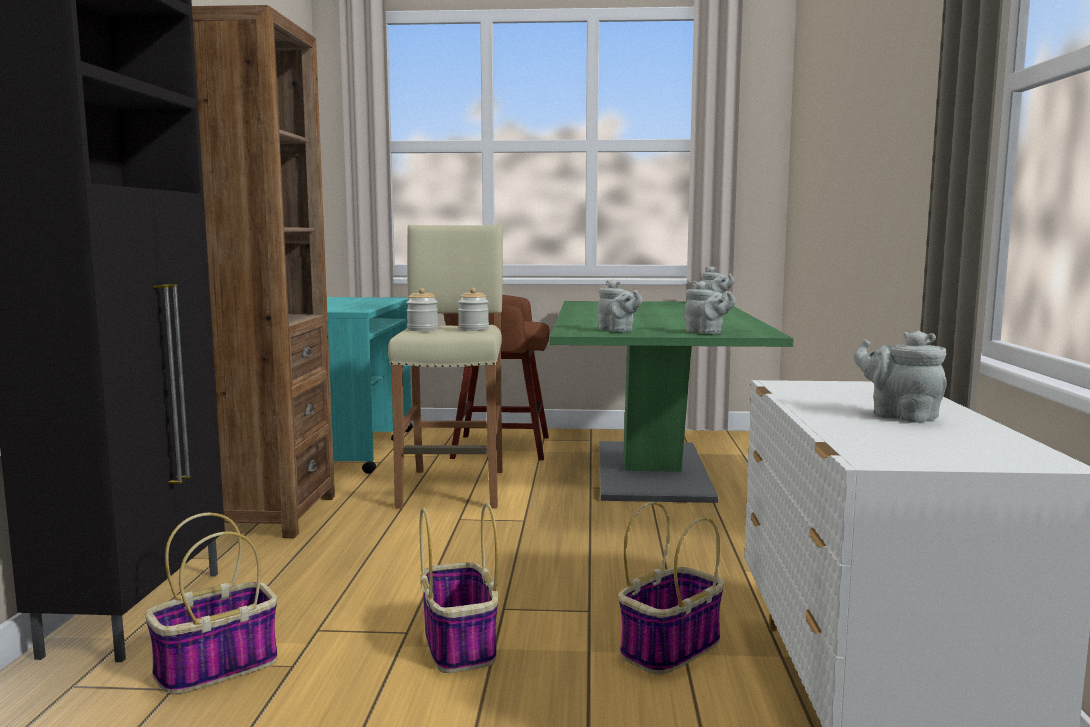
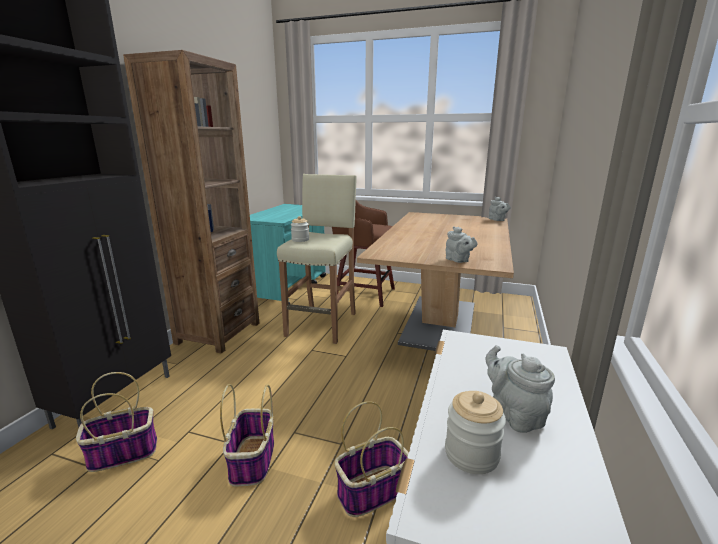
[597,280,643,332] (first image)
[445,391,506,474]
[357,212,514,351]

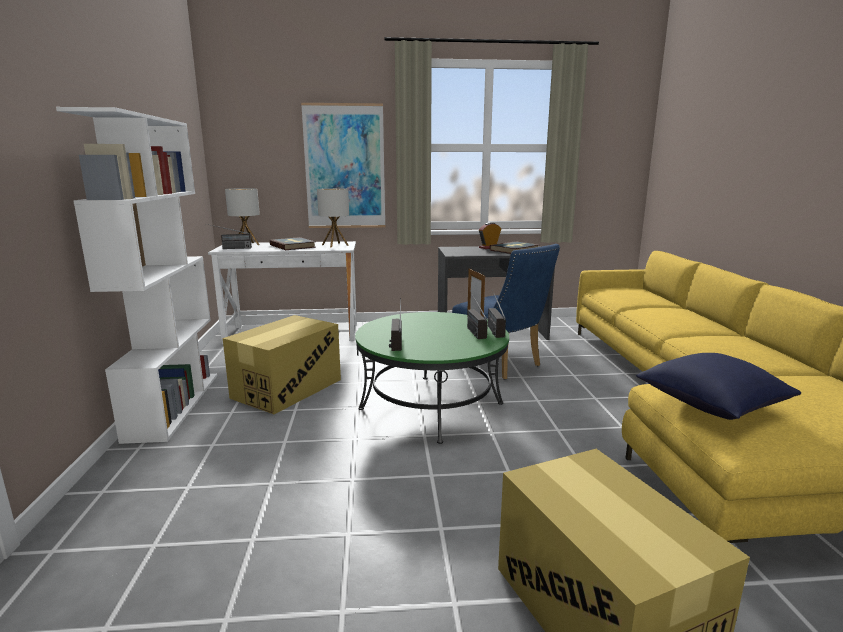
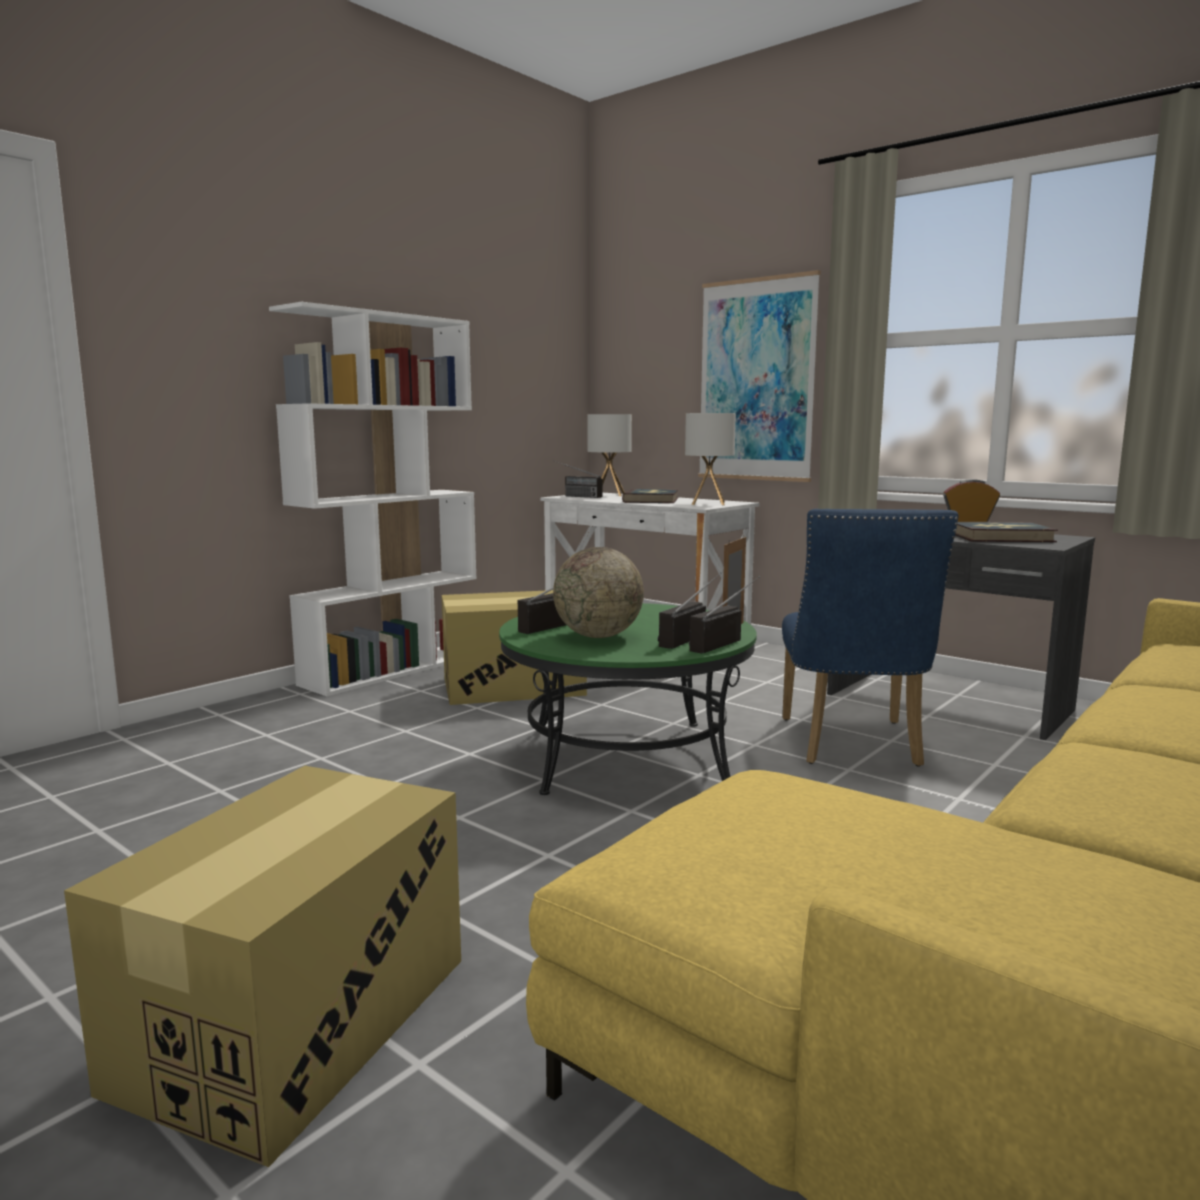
[636,353,801,420] (first image)
[553,547,644,638]

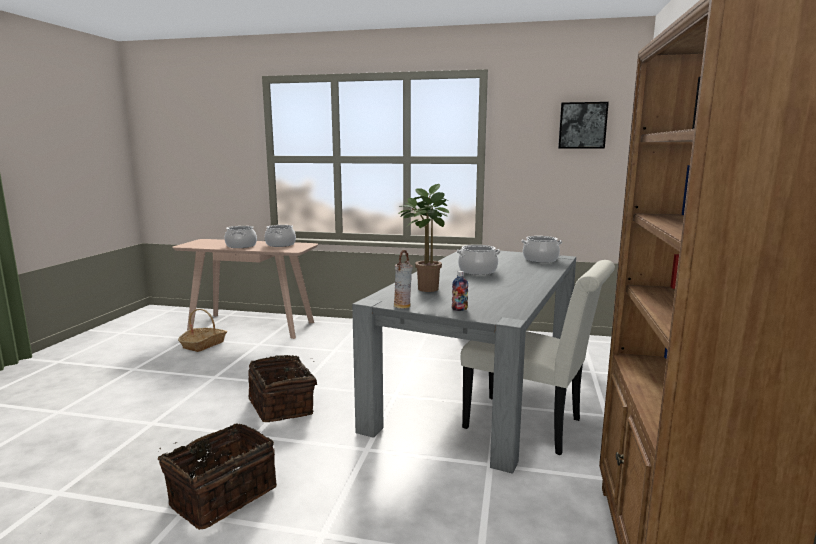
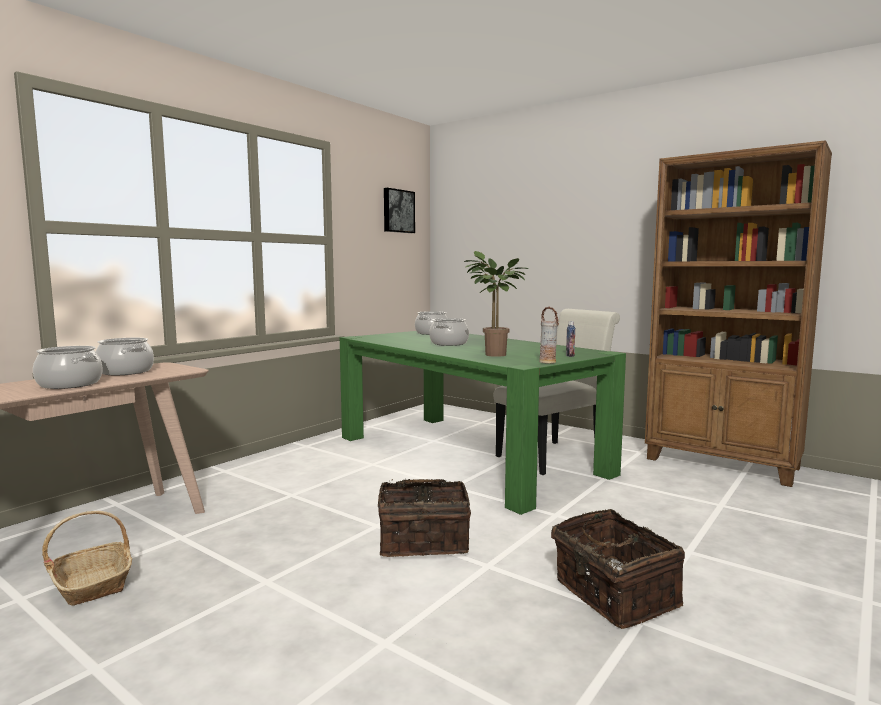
[340,331,626,515]

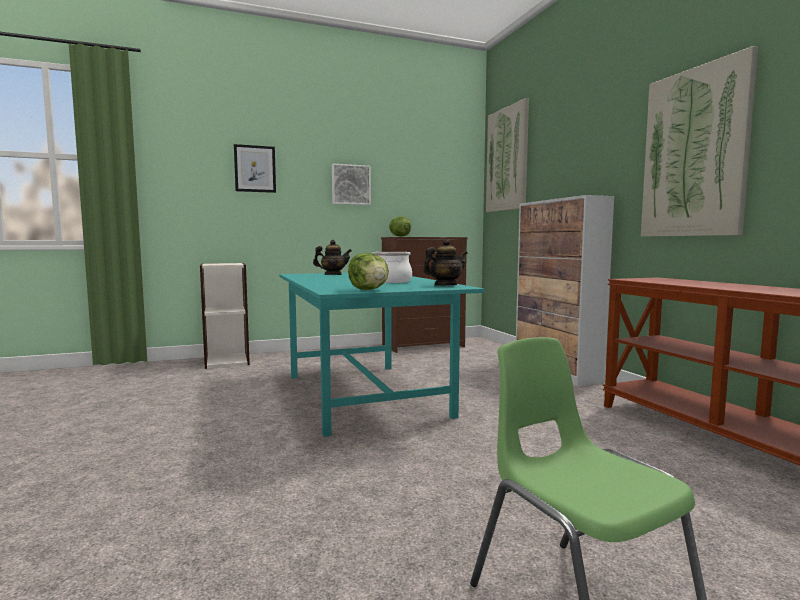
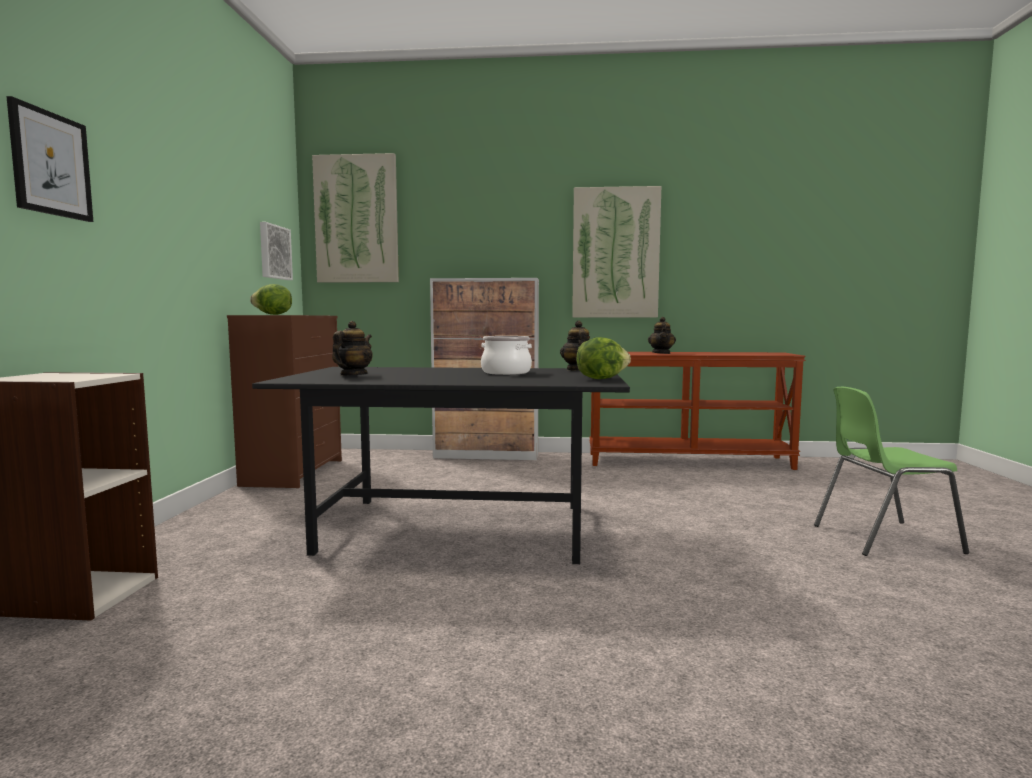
[260,222,293,280]
[252,367,630,564]
[648,317,676,354]

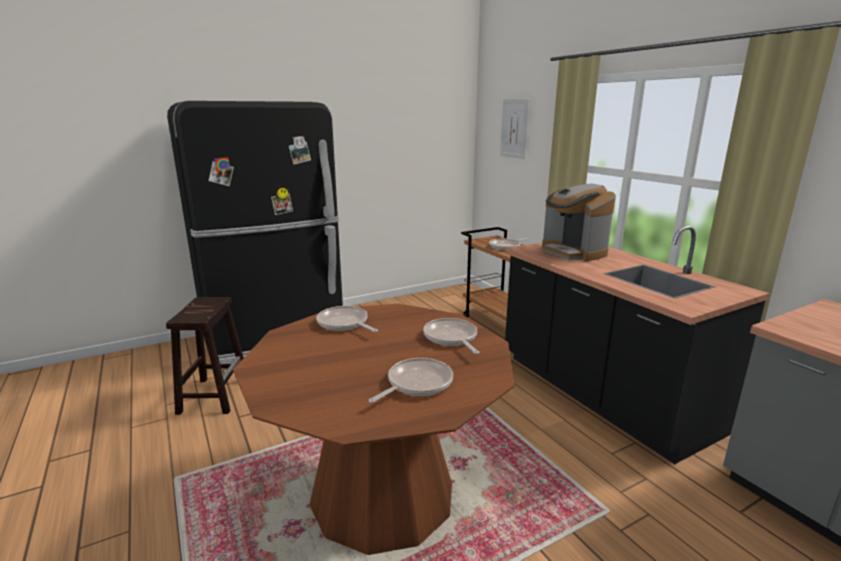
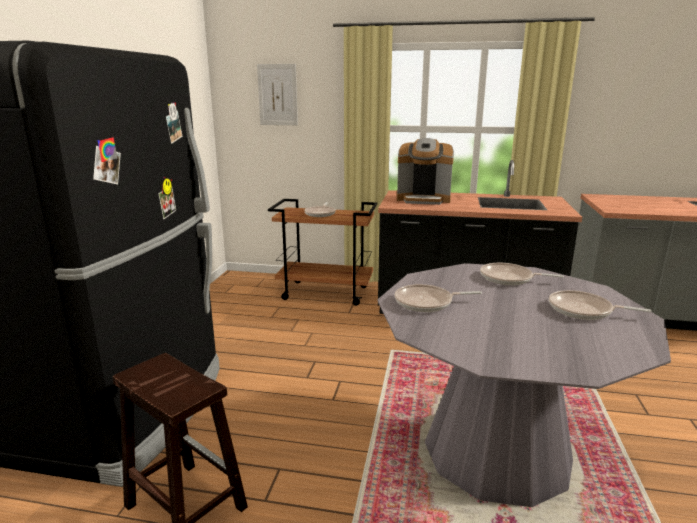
[377,263,671,507]
[549,290,652,320]

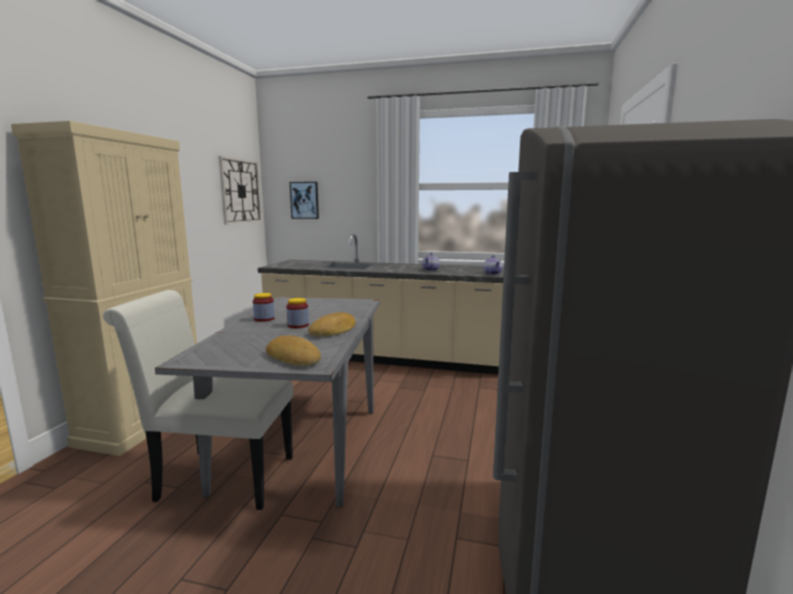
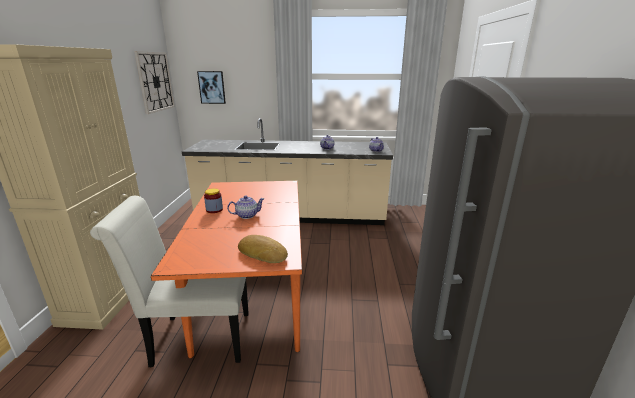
[151,181,302,358]
[227,195,264,219]
[308,312,356,337] (first image)

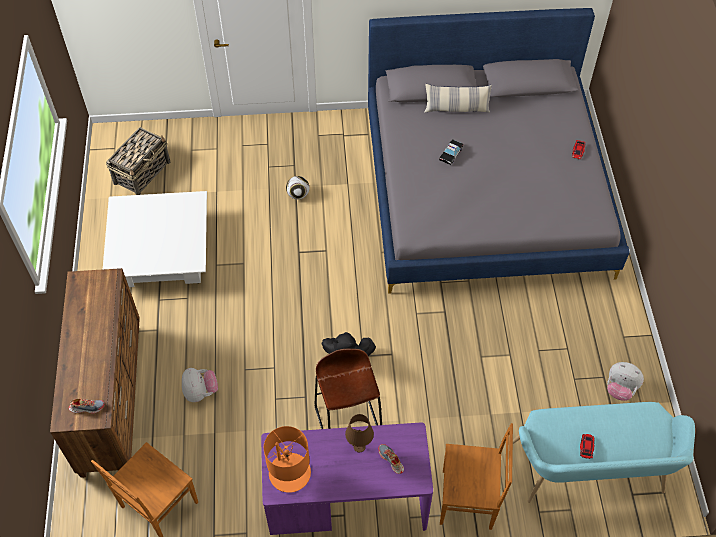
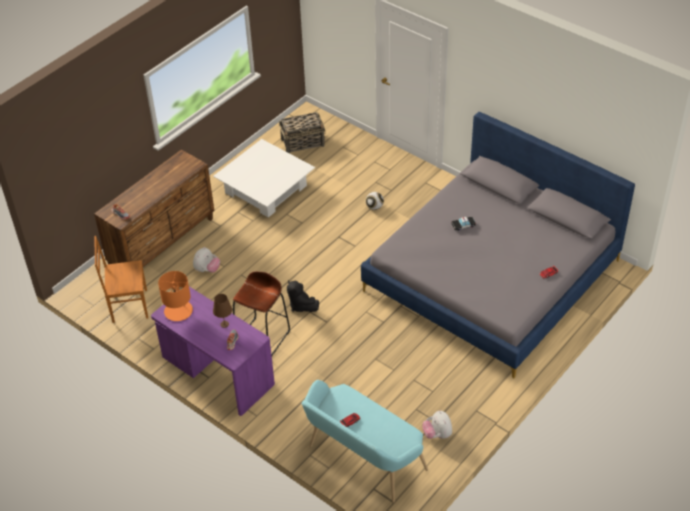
[425,84,492,113] (first image)
[440,423,513,530] (first image)

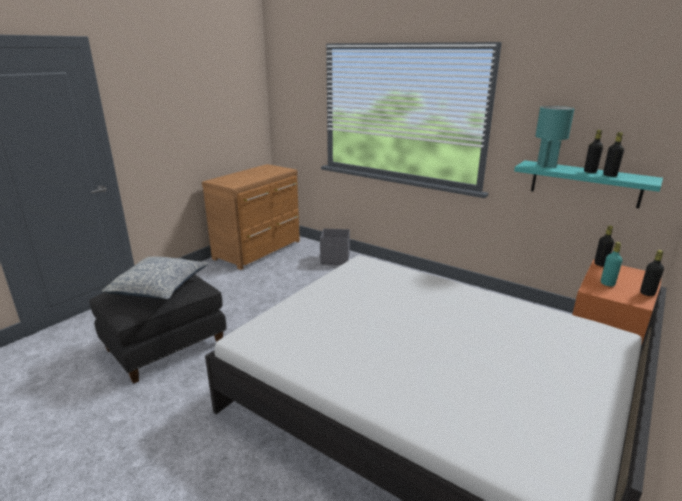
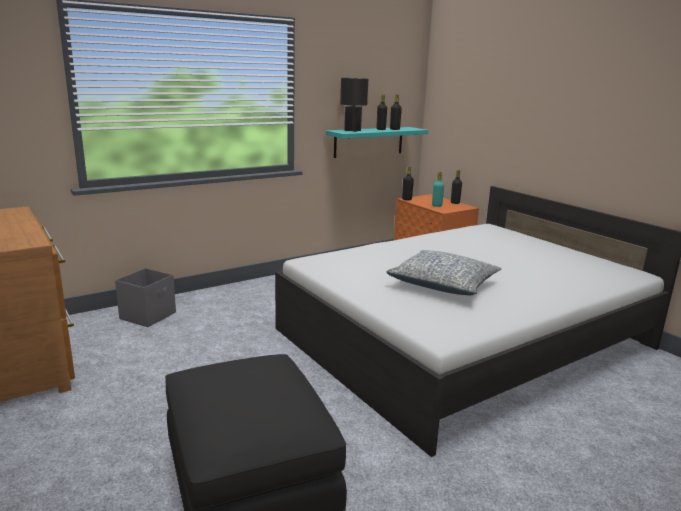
[340,78,368,132]
[386,250,502,295]

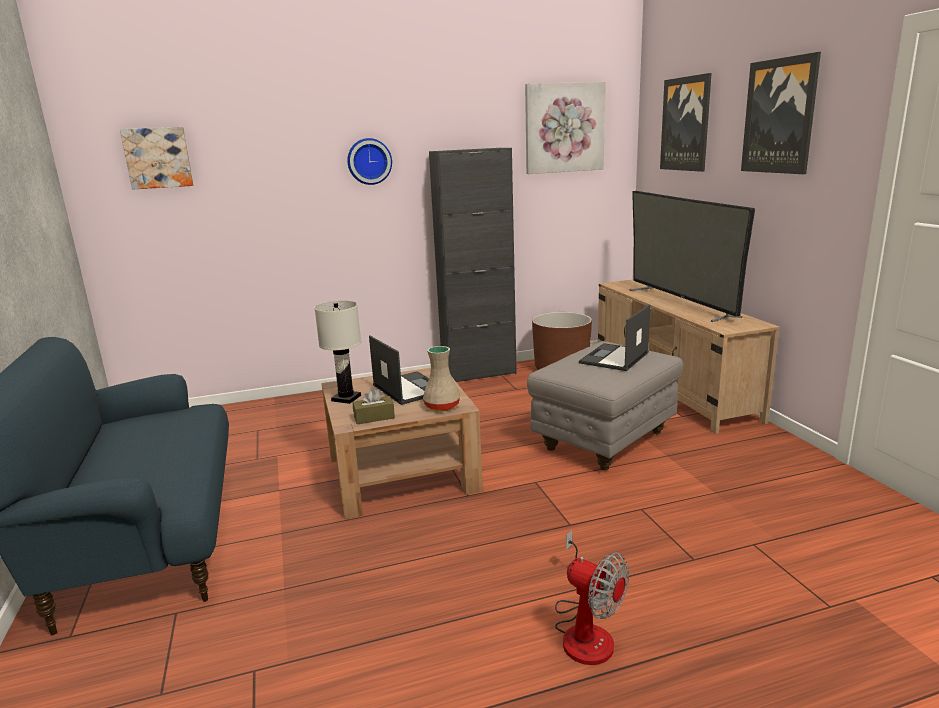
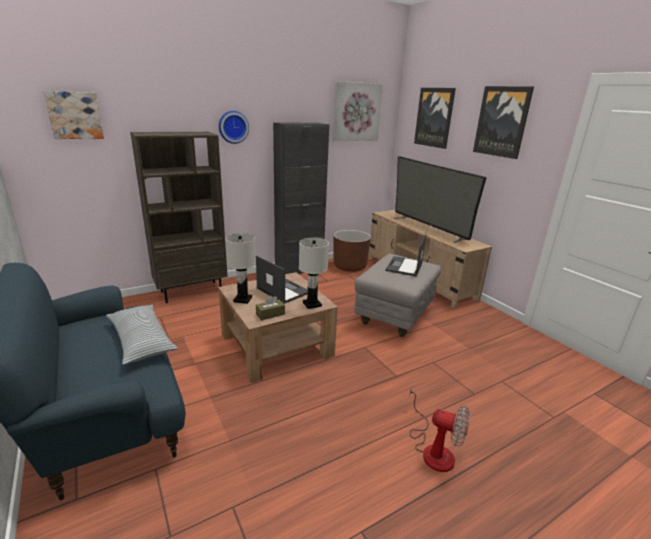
[299,238,329,309]
[130,132,228,303]
[106,305,178,365]

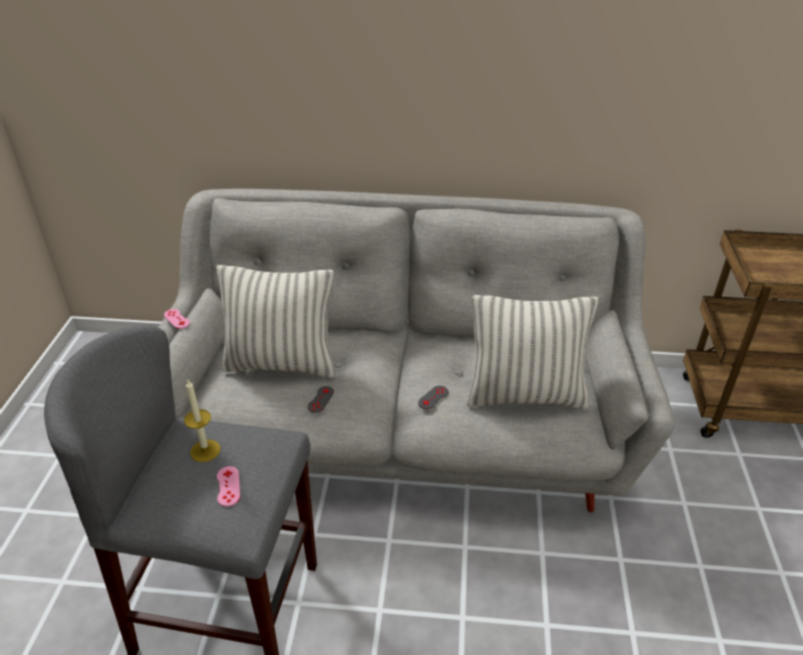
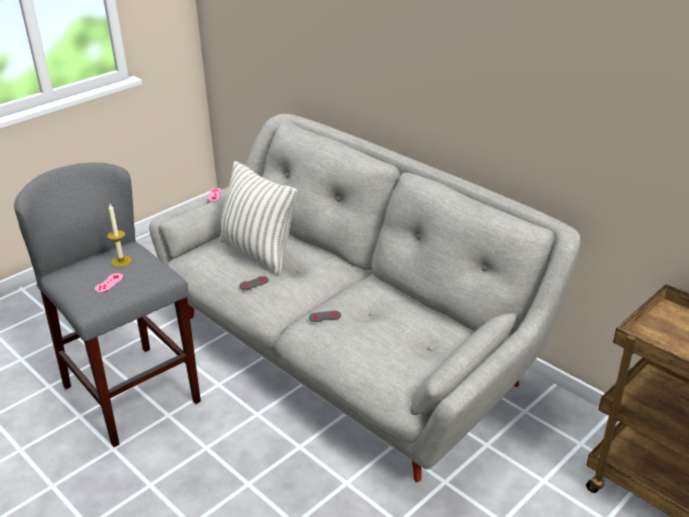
[466,295,598,409] (first image)

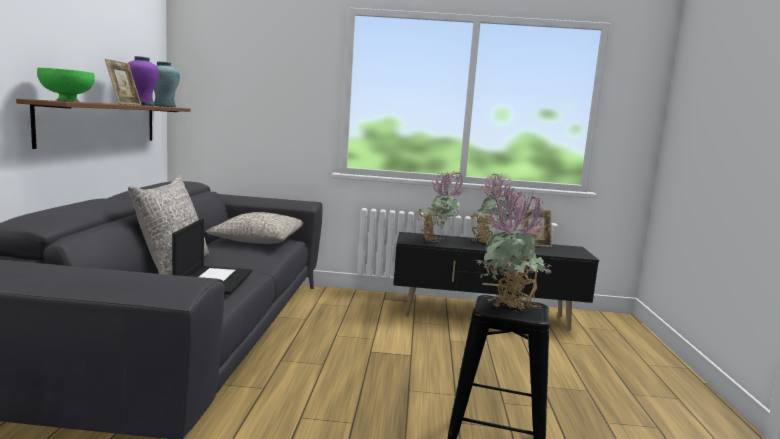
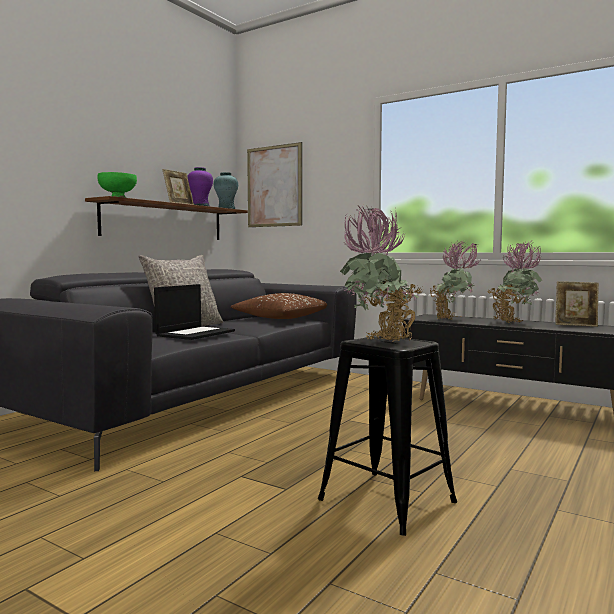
[231,293,327,319]
[247,142,302,227]

